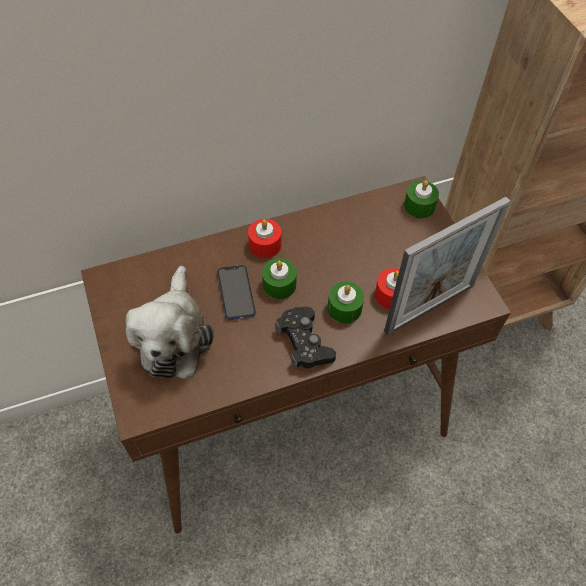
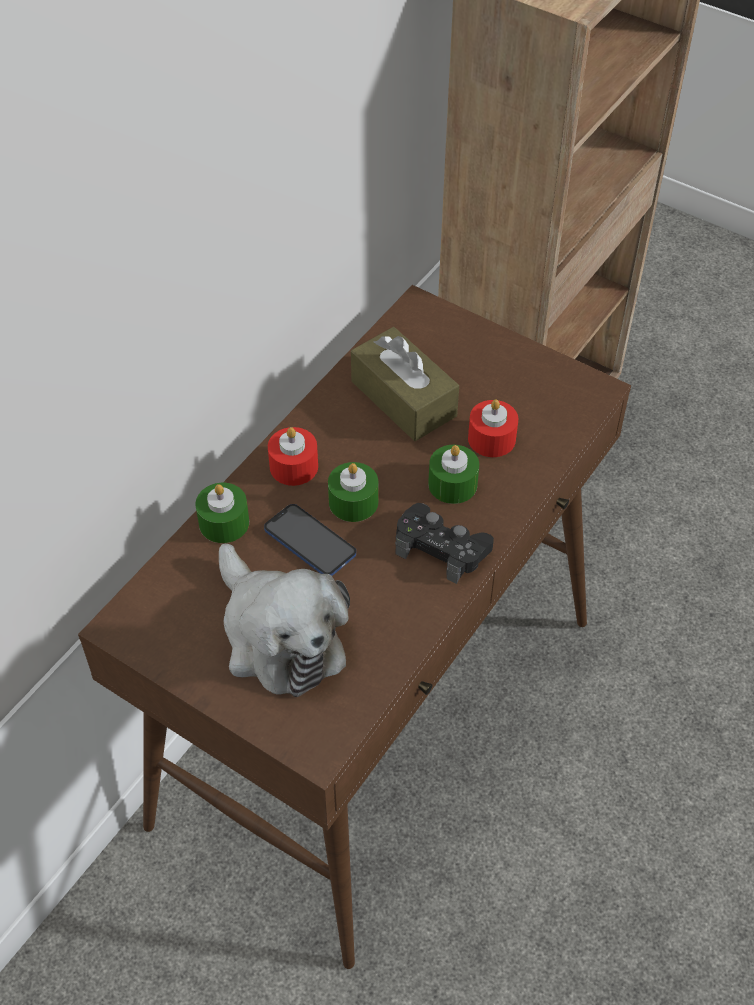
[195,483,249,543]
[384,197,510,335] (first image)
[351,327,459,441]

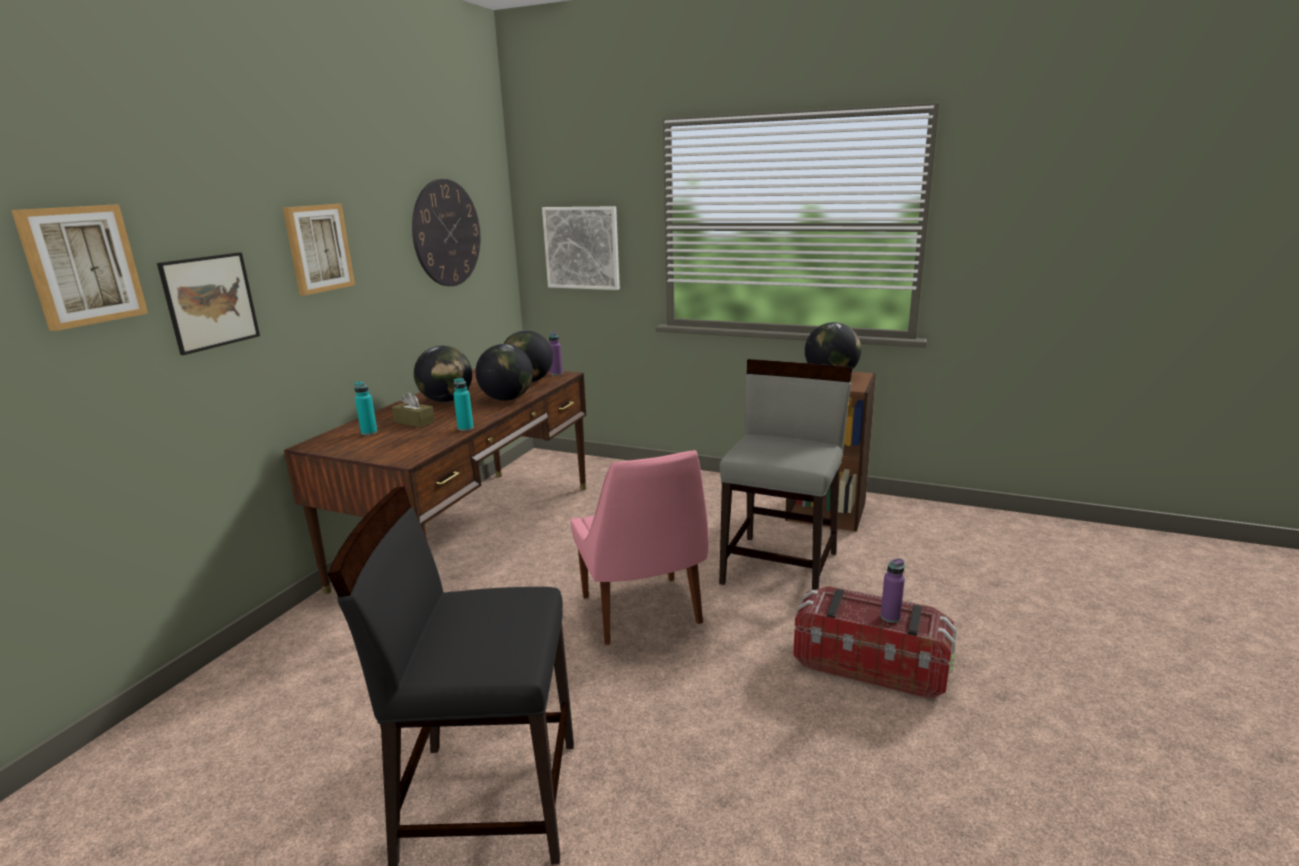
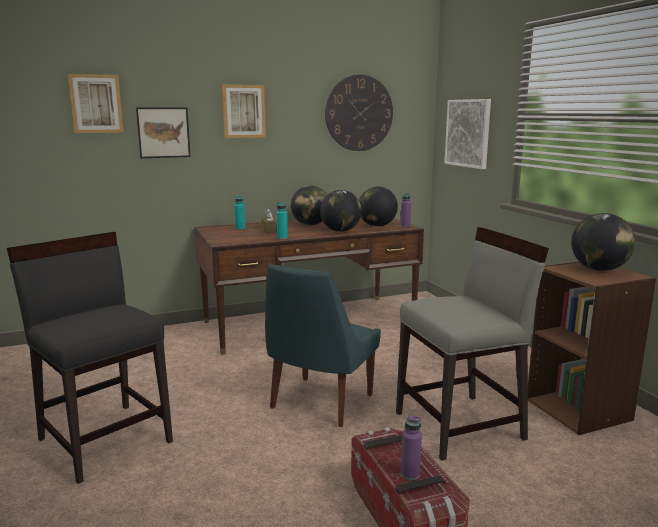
[265,264,381,427]

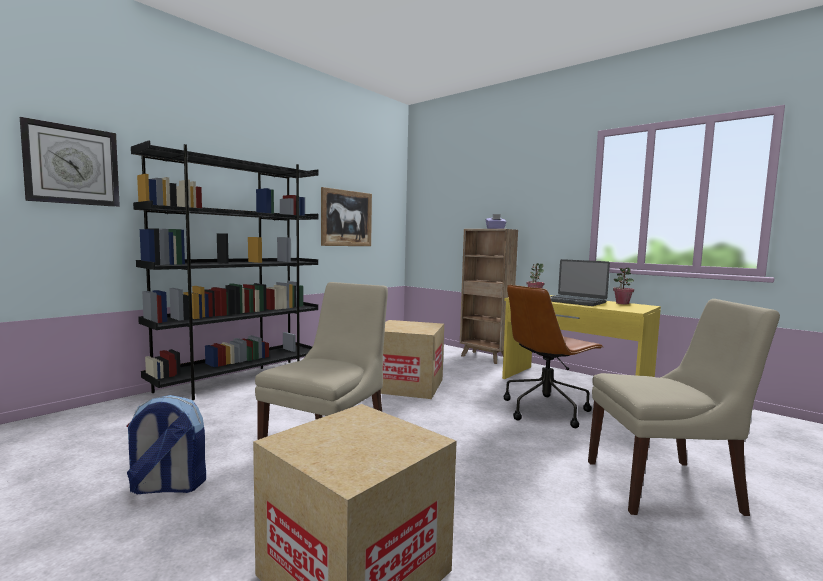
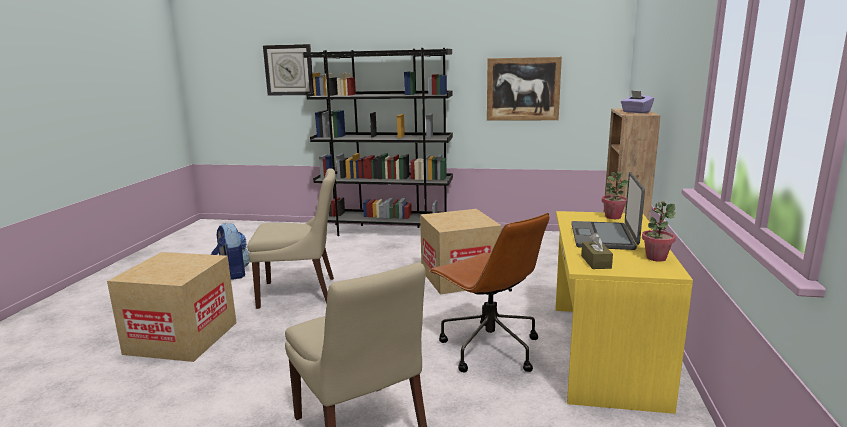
[429,213,549,373]
[581,233,613,269]

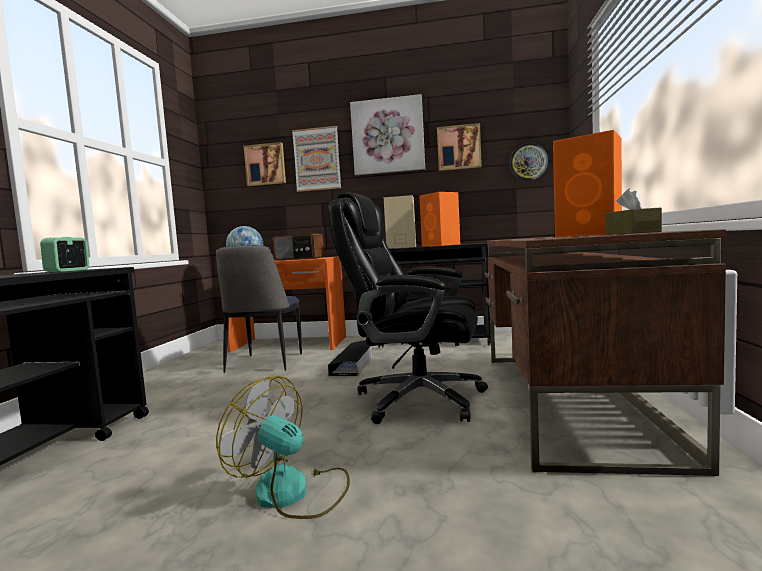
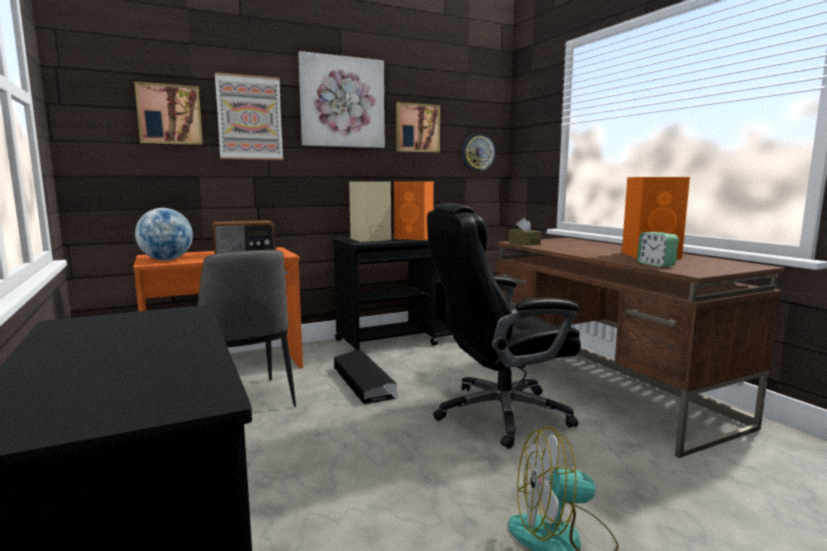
[508,218,541,246]
[637,232,679,267]

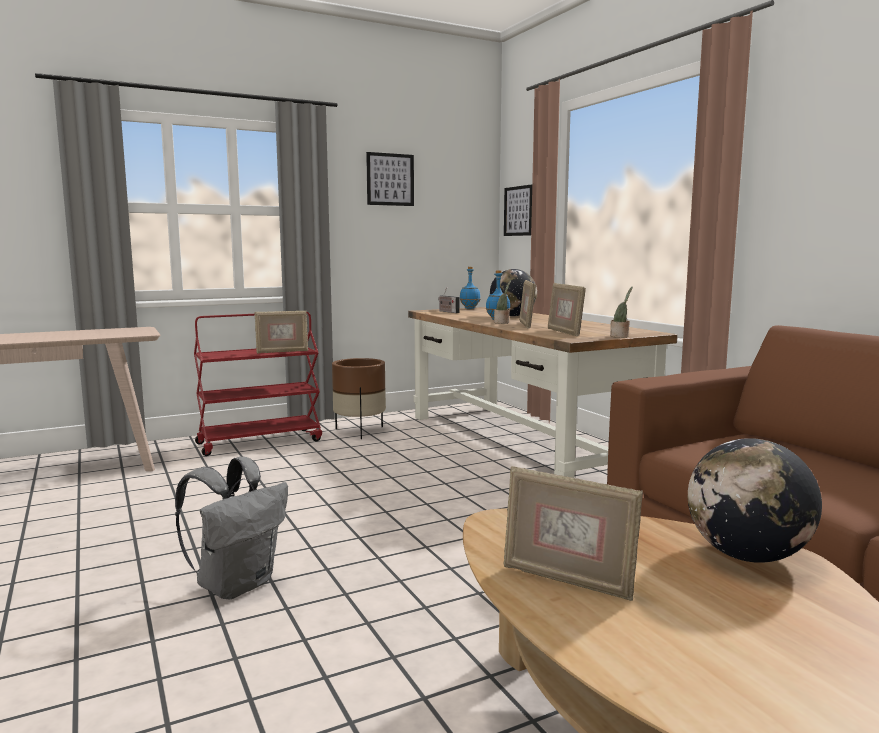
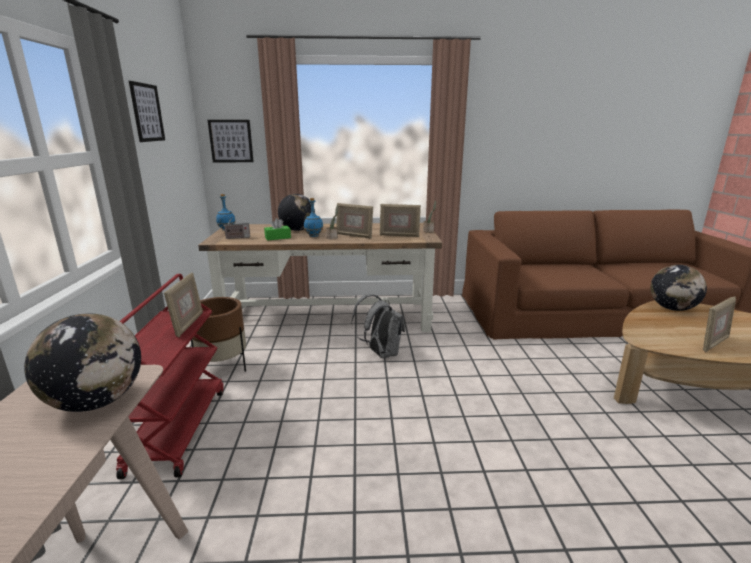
[352,294,405,358]
[264,218,291,241]
[24,313,141,412]

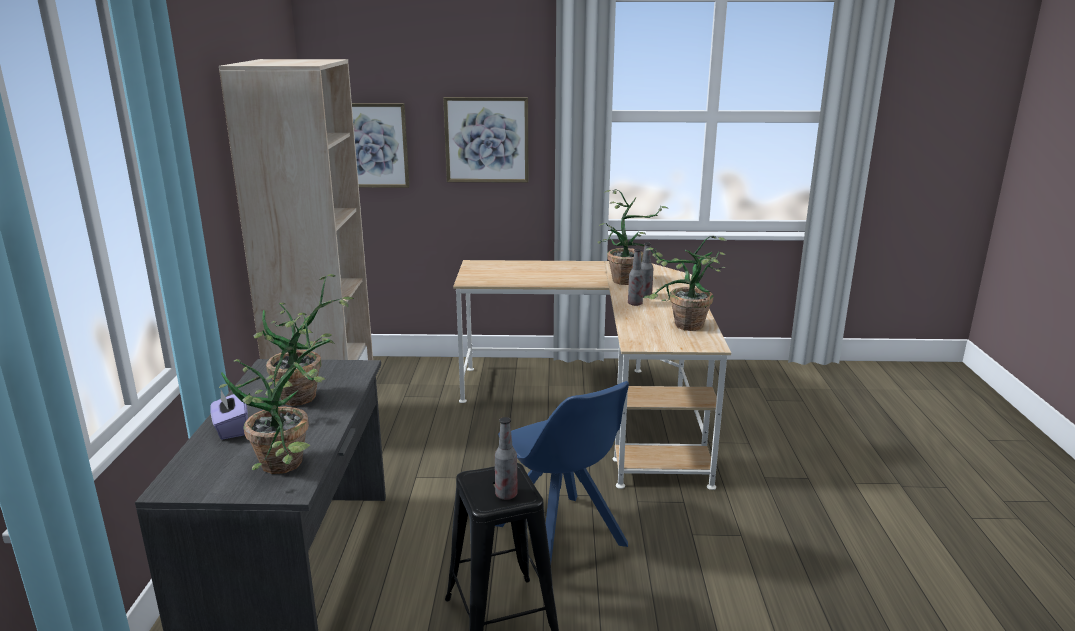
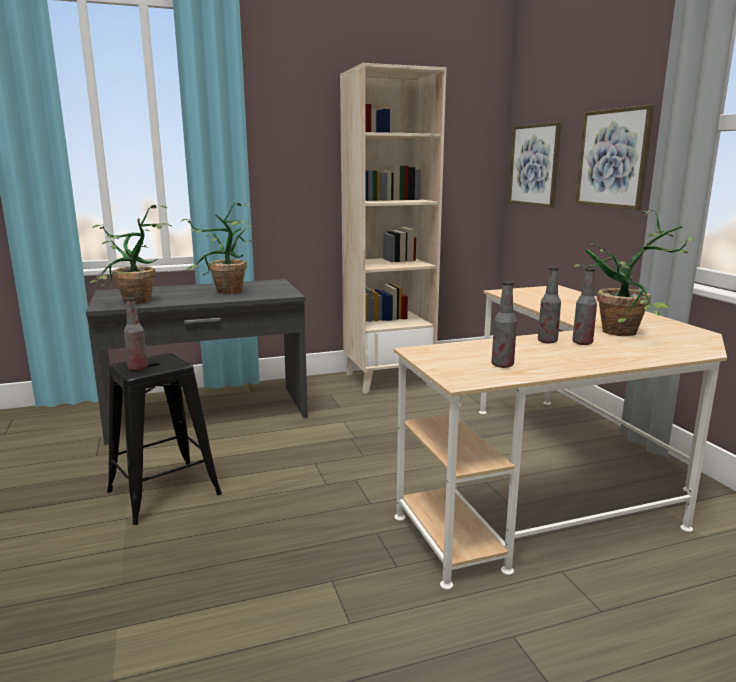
[491,281,517,368]
[495,381,629,561] (first image)
[210,390,248,440] (first image)

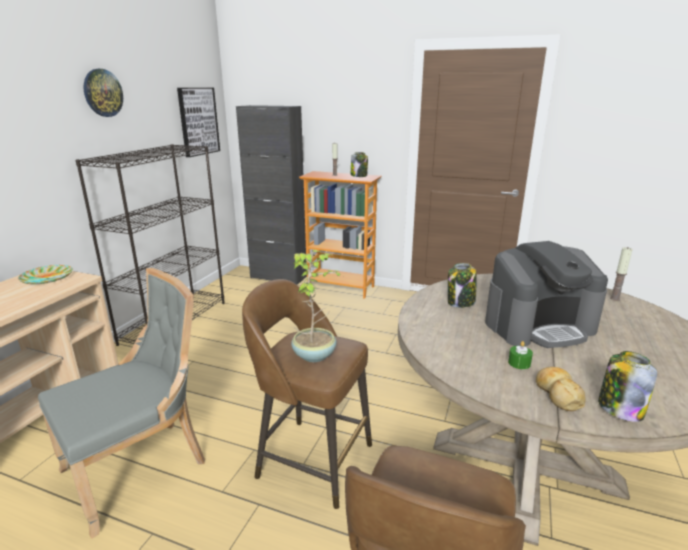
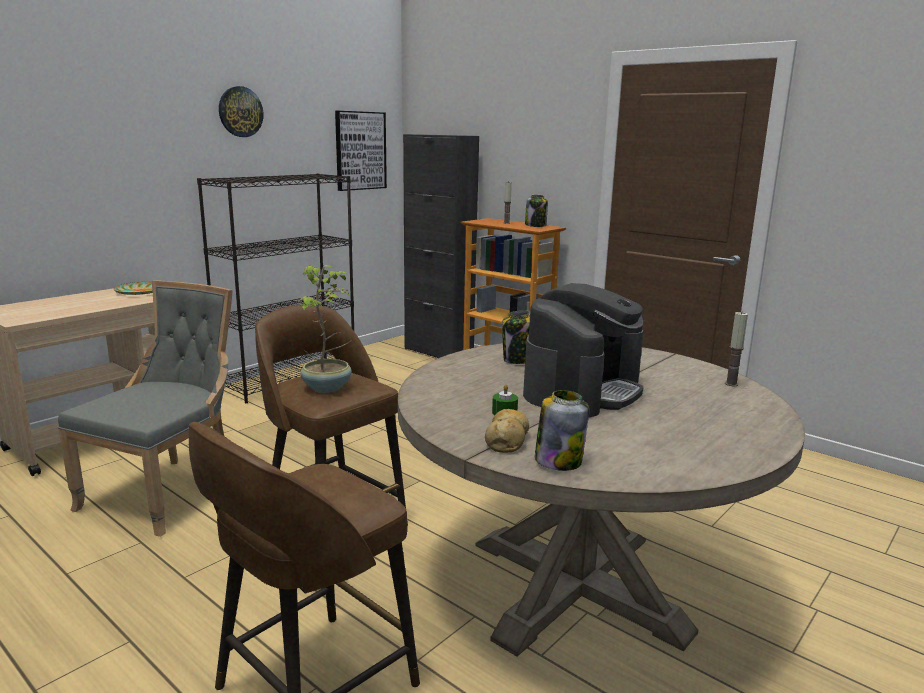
[523,283,643,417]
[58,281,233,537]

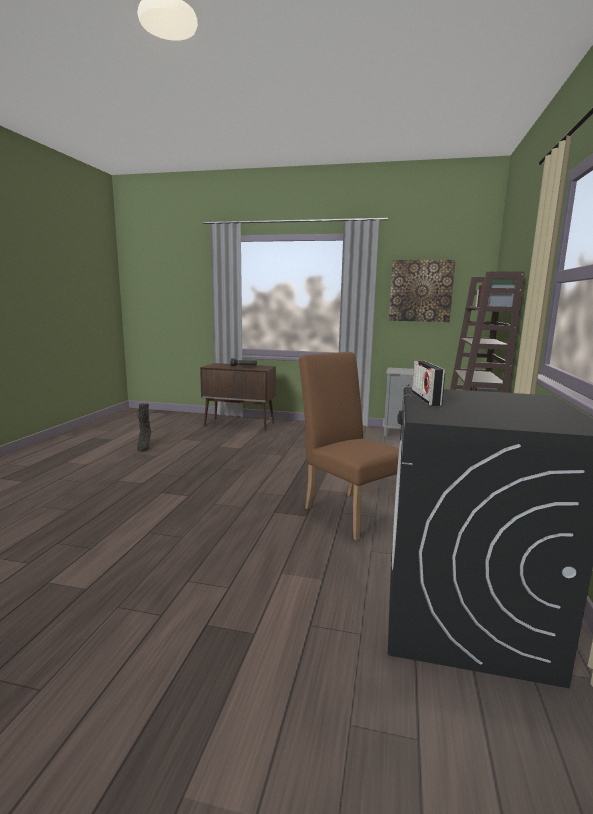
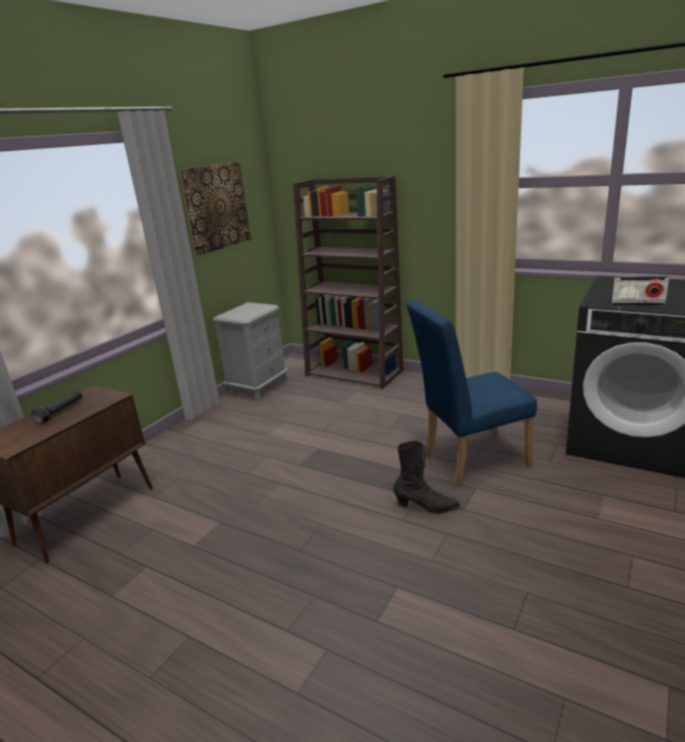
[406,300,537,486]
[393,441,460,514]

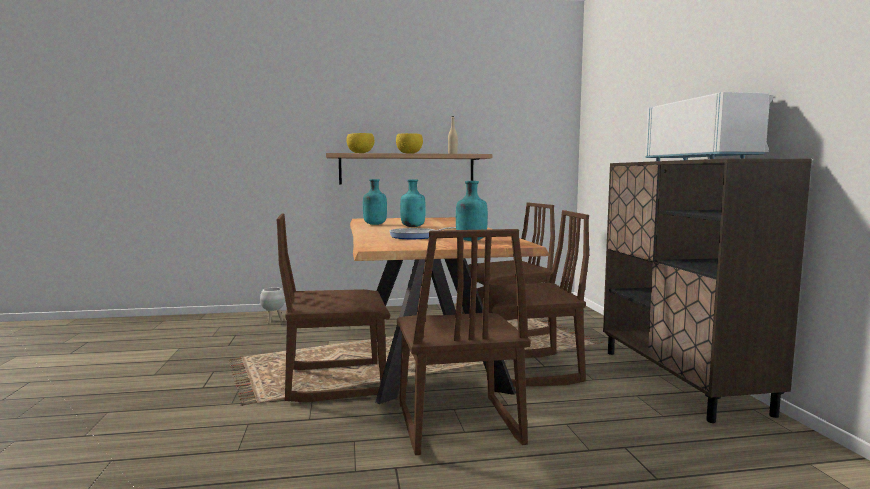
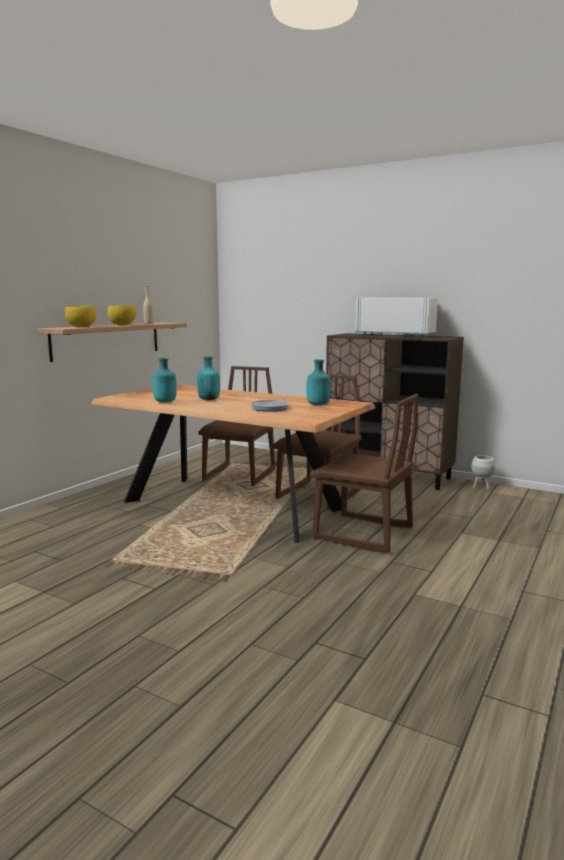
[276,213,391,402] (first image)
[471,455,495,490]

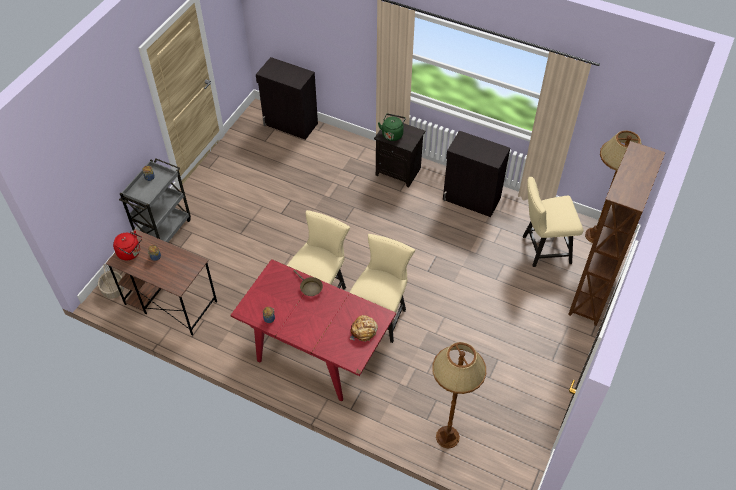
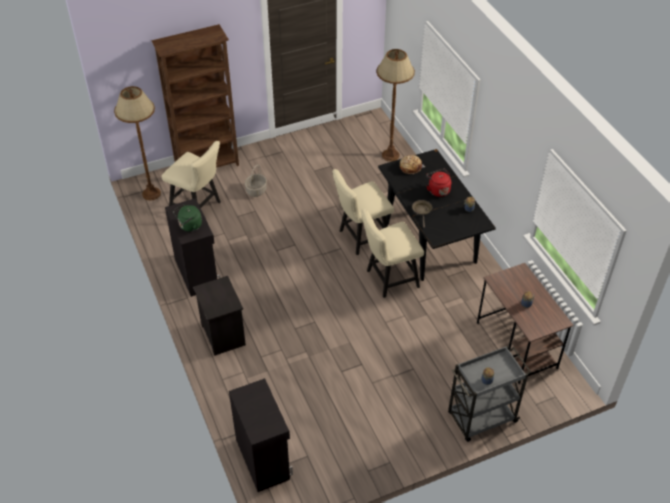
[173,204,202,232]
[426,168,451,197]
[378,149,496,281]
[245,165,267,197]

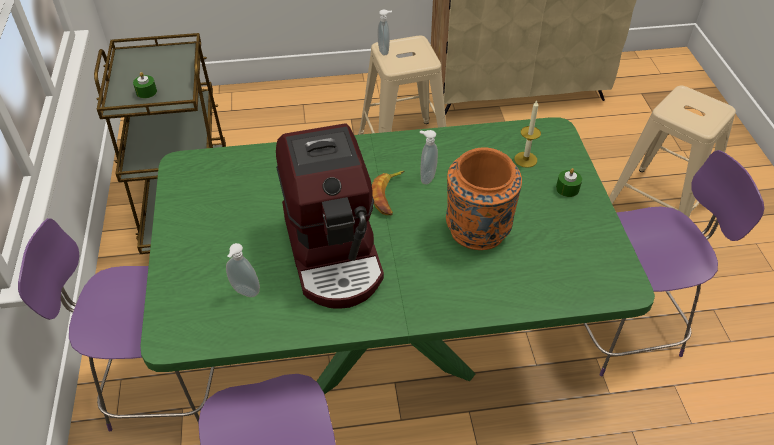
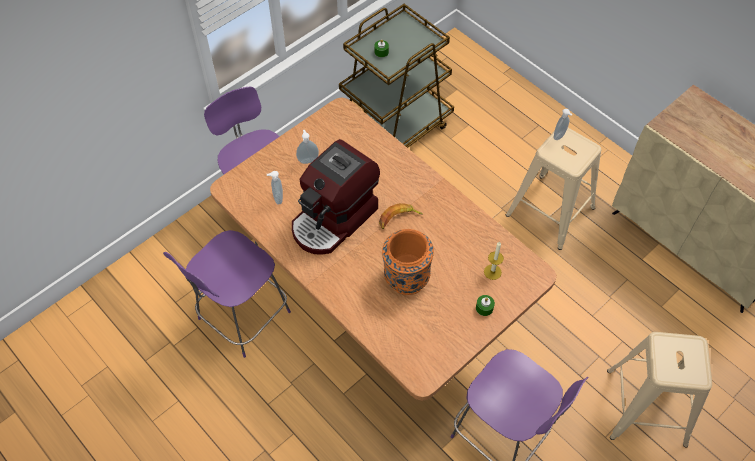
[210,98,557,401]
[296,130,319,164]

